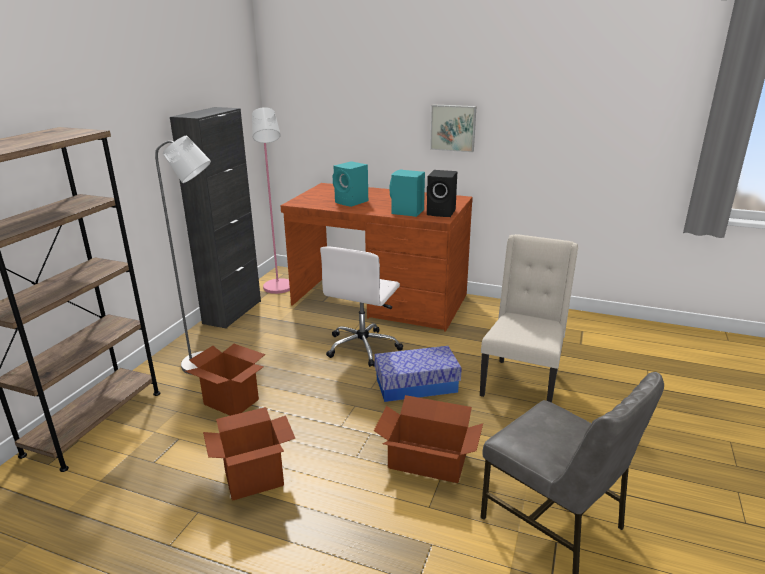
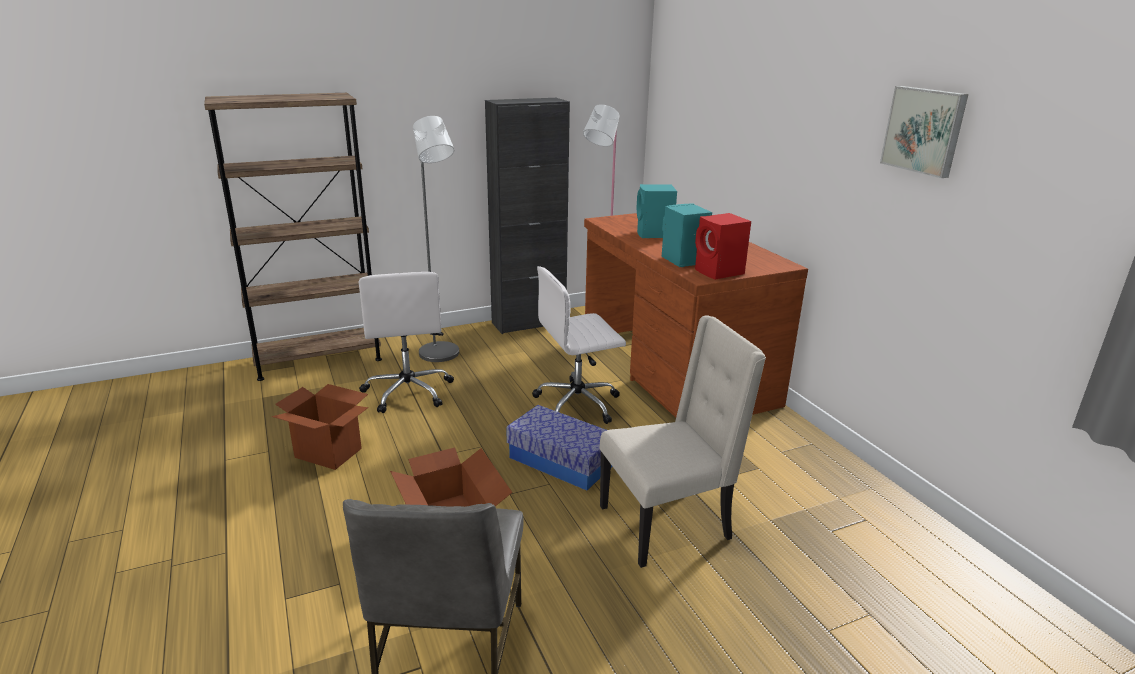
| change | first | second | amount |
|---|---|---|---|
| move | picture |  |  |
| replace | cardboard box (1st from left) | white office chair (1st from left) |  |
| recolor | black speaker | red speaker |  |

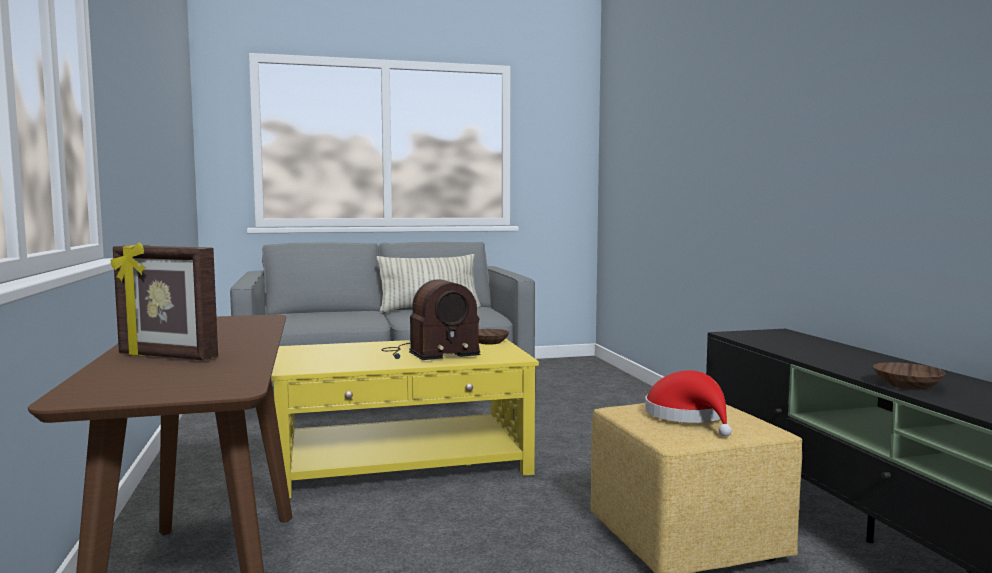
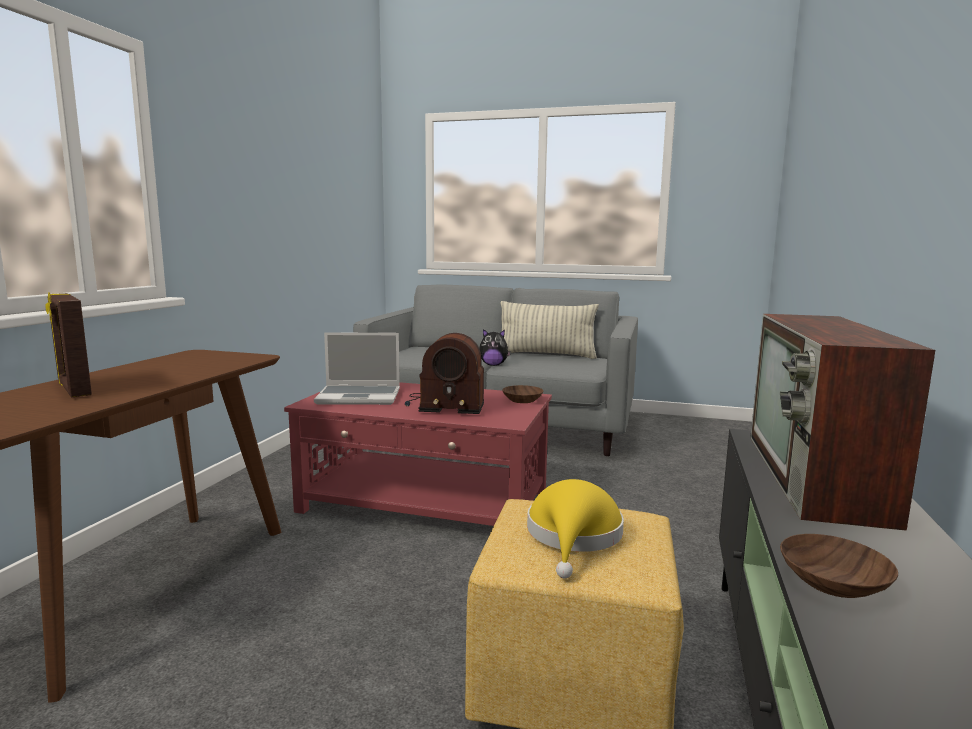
| change | first | second | amount |
|---|---|---|---|
| insert |  | laptop |  |
| insert |  | plush toy |  |
| insert |  | television |  |
| recolor | yellow coffee table | red coffee table |  |
| recolor | red hat | yellow hat |  |

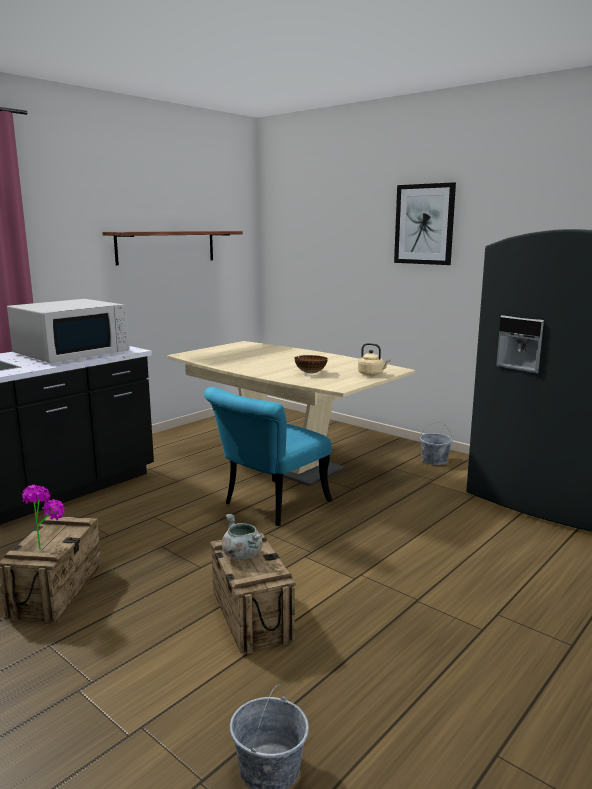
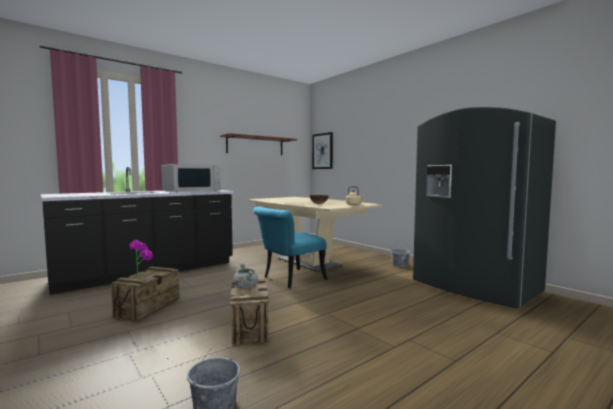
| change | first | second | amount |
|---|---|---|---|
| move | picture |  |  |

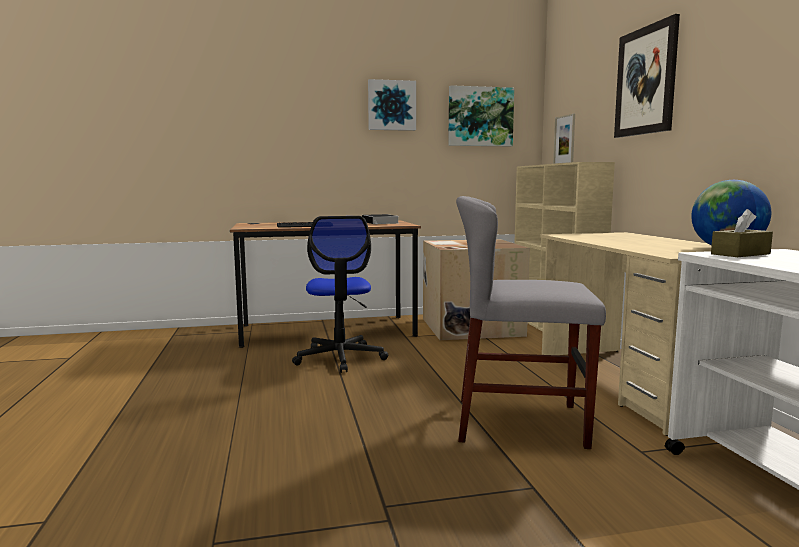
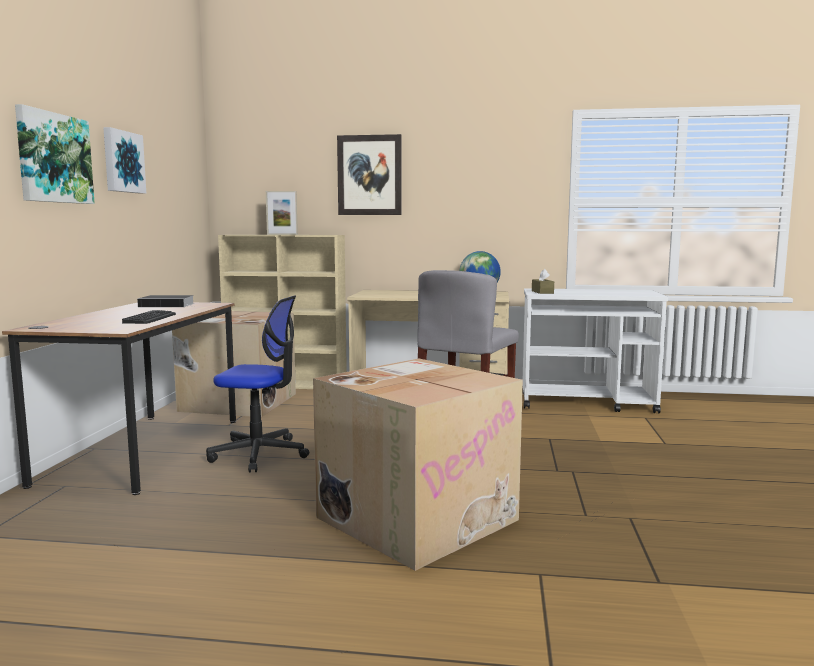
| change | first | second | amount |
|---|---|---|---|
| insert |  | cardboard box (2nd from left) |  |
| move | picture (2nd from left in the first image) | picture (1st from left) |  |

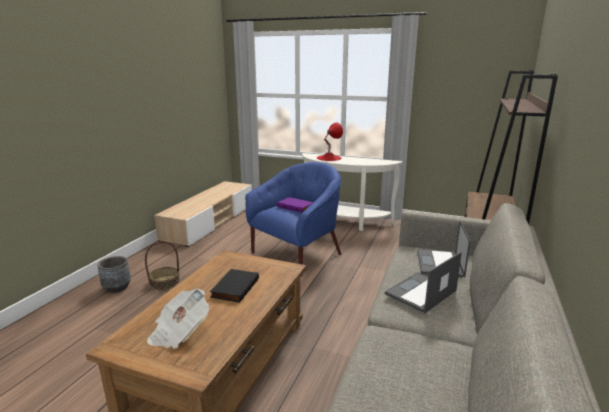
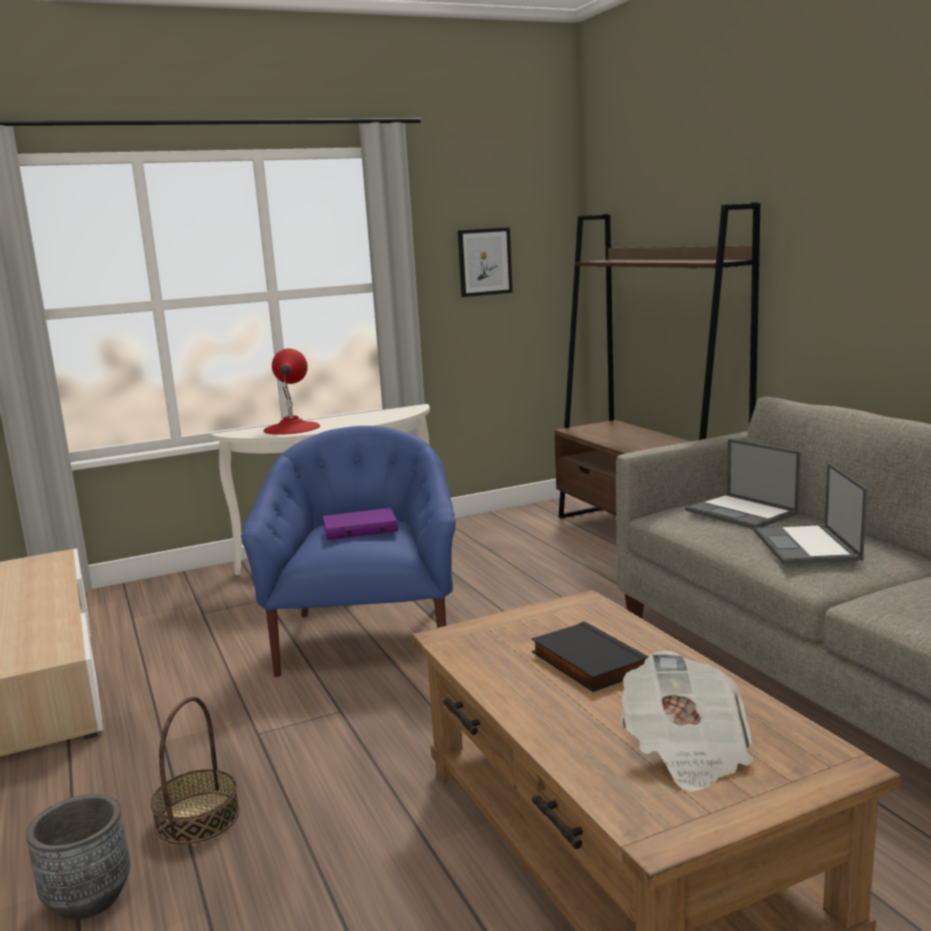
| change | first | second | amount |
|---|---|---|---|
| insert |  | picture |  |

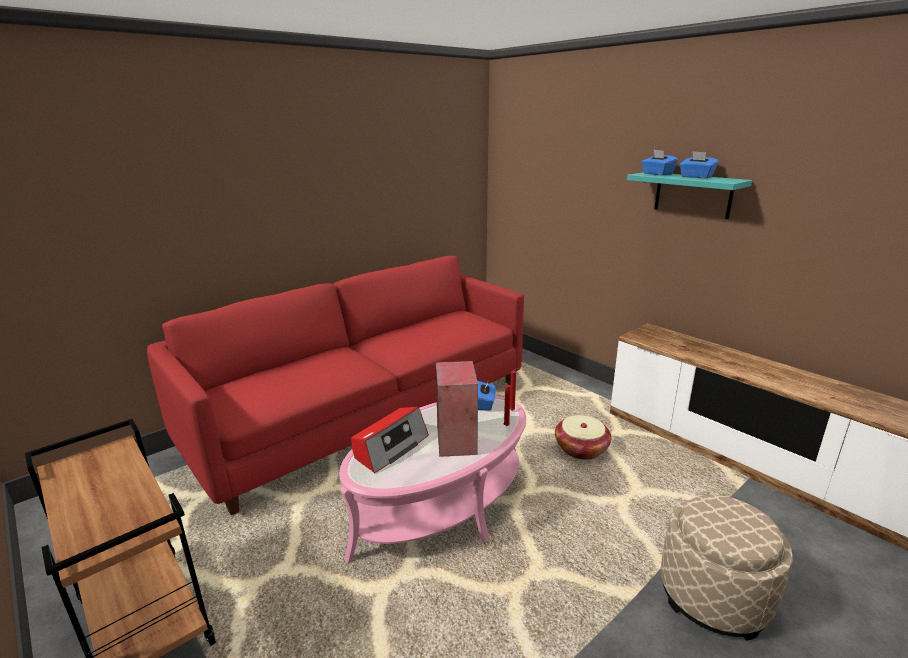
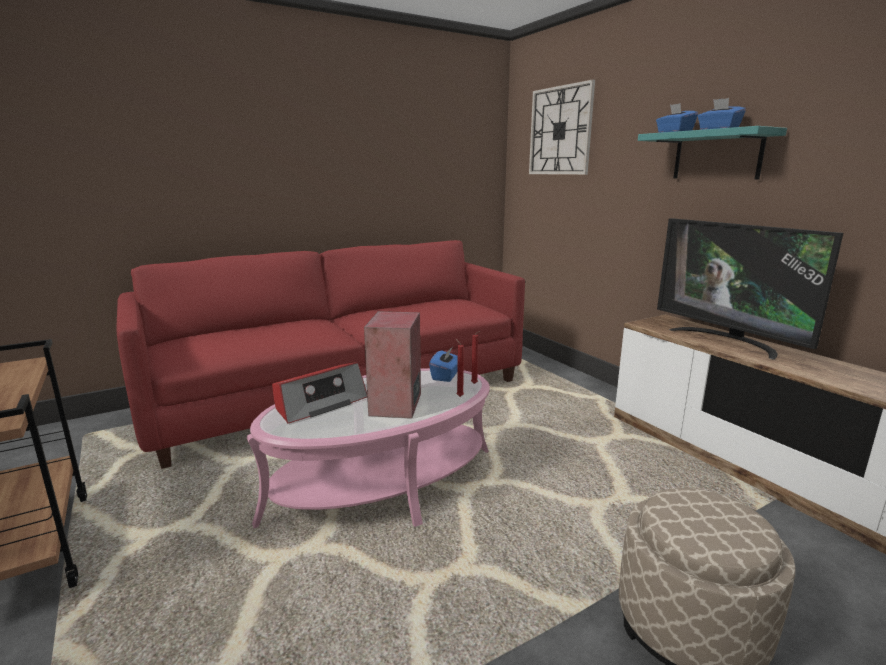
| change | first | second | amount |
|---|---|---|---|
| delete | basket |  |  |
| insert |  | wall clock |  |
| insert |  | television |  |

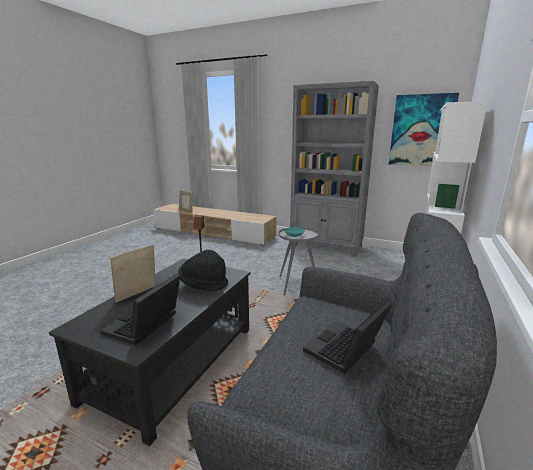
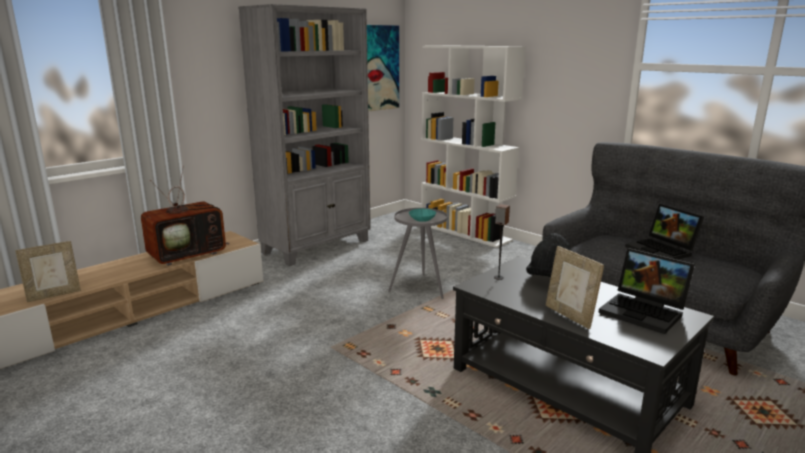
| change | first | second | amount |
|---|---|---|---|
| insert |  | television |  |

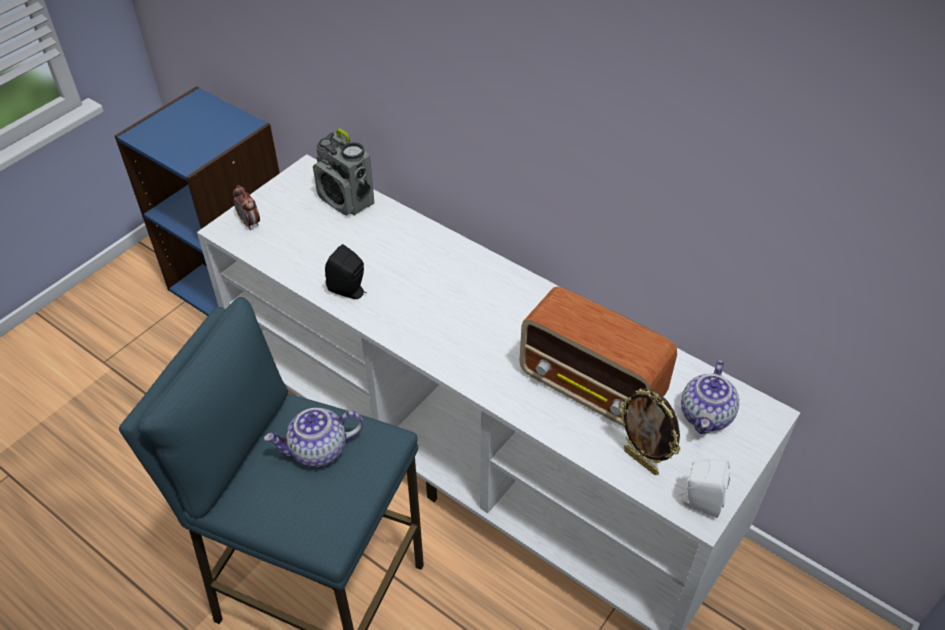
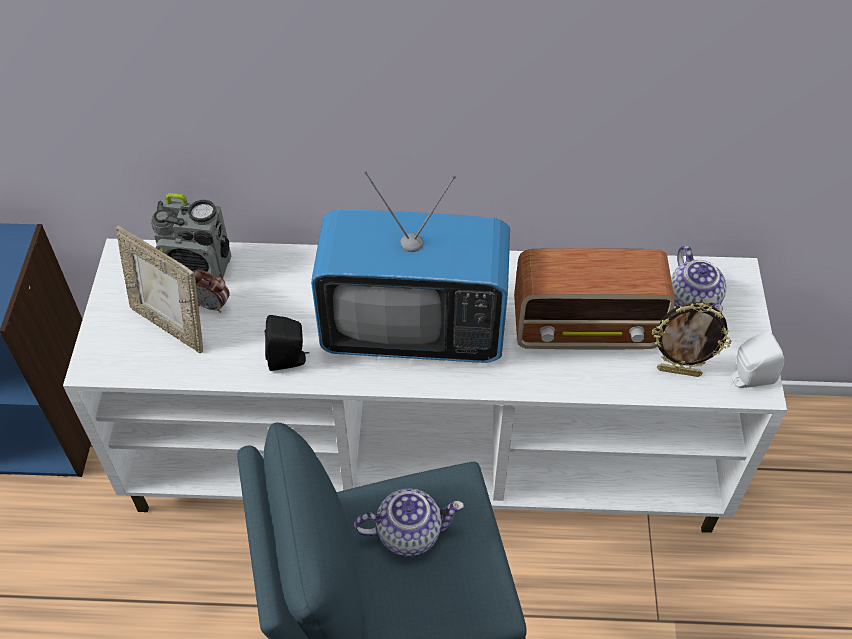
| change | first | second | amount |
|---|---|---|---|
| insert |  | picture frame (1st from left) |  |
| insert |  | television |  |
| move | alarm clock |  |  |
| rotate | teapot (1st from left) |  | 135 degrees counterclockwise |

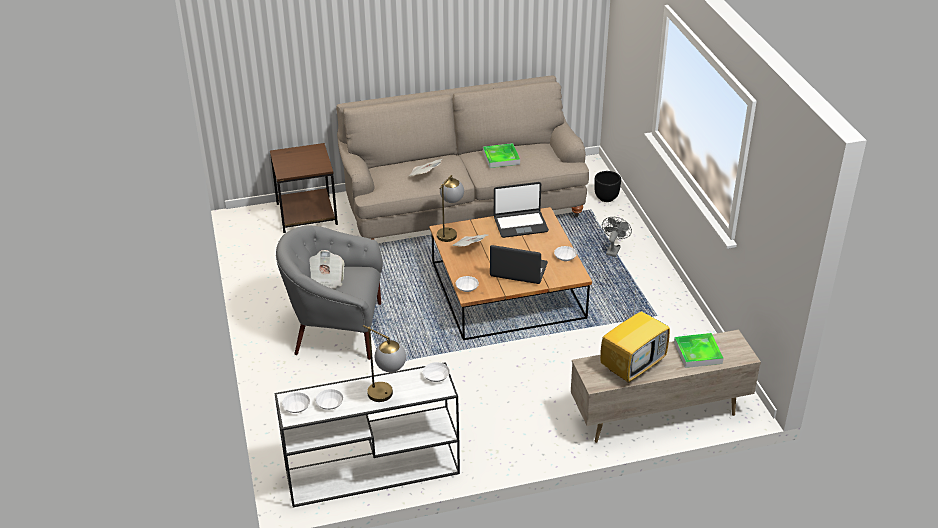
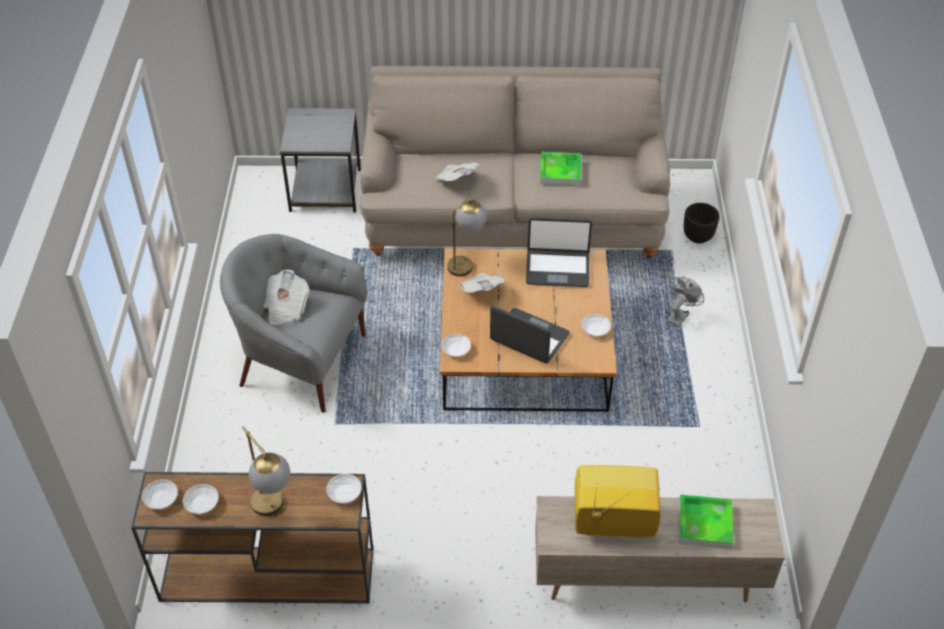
| change | first | second | amount |
|---|---|---|---|
| recolor | brown side table | grey side table |  |
| recolor | white console table | brown console table |  |
| rotate | television |  | 150 degrees counterclockwise |

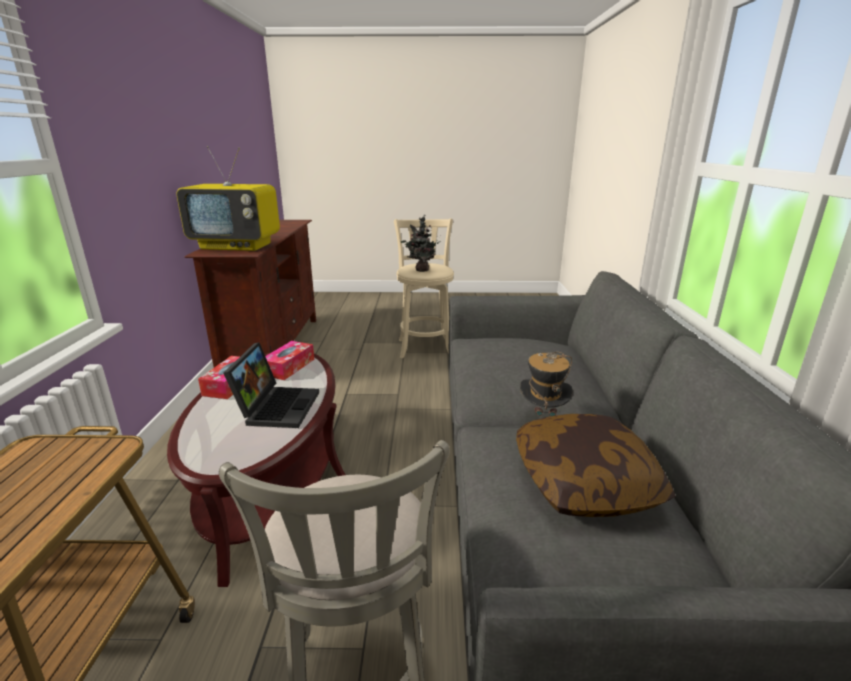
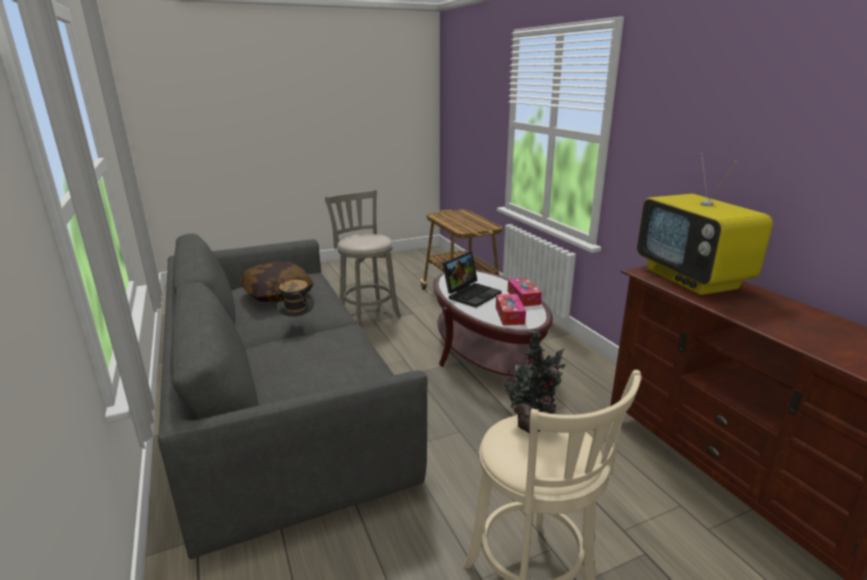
| change | first | second | amount |
|---|---|---|---|
| rotate | television |  | 90 degrees counterclockwise |
| rotate | laptop |  | 120 degrees counterclockwise |

